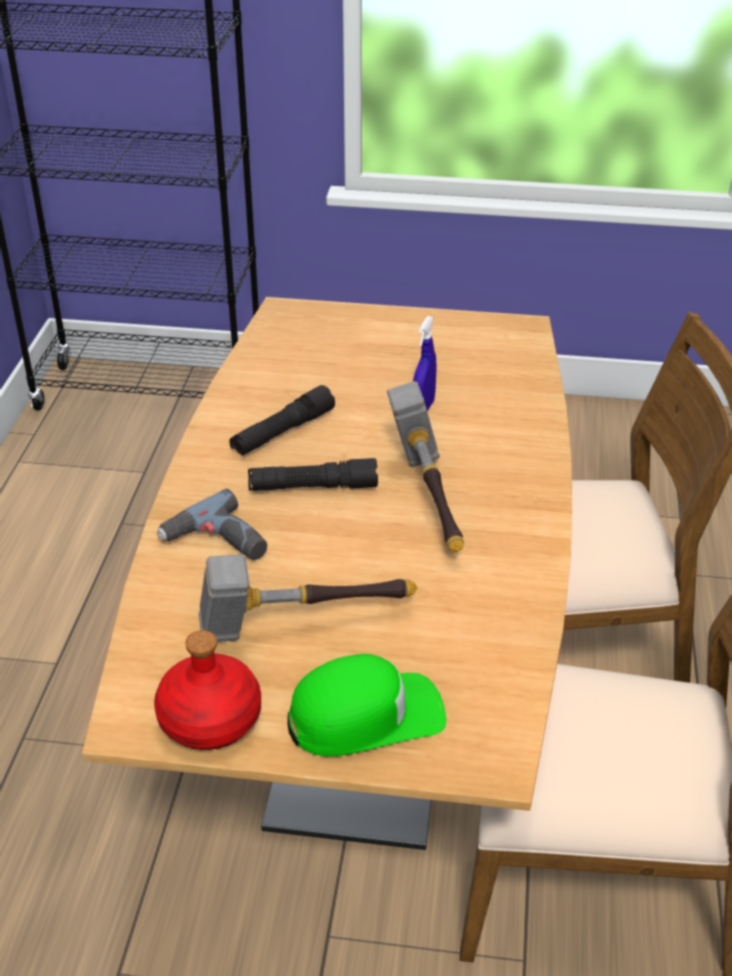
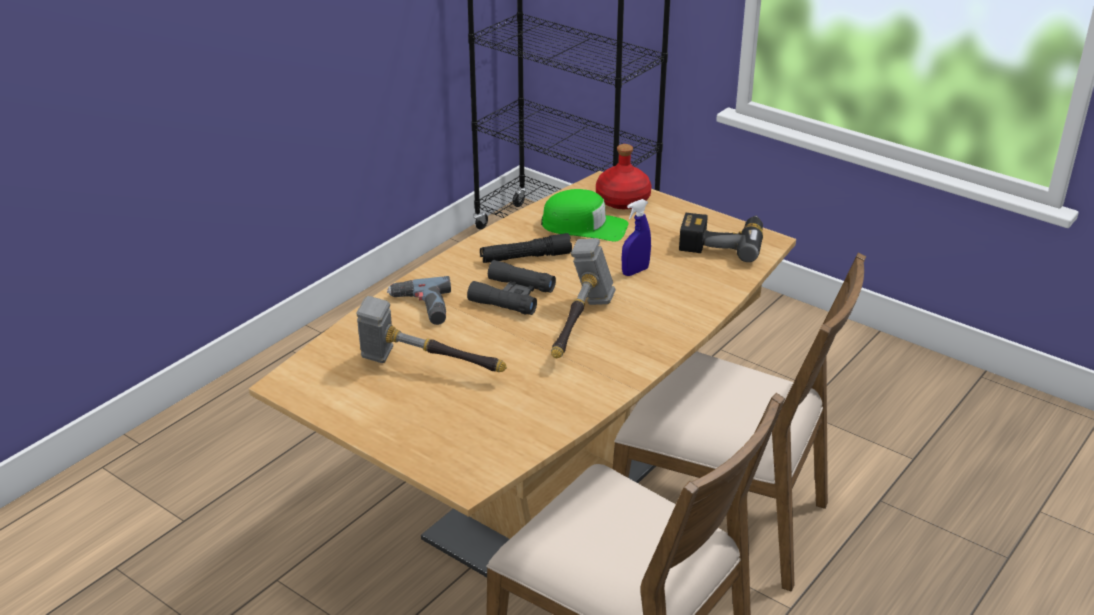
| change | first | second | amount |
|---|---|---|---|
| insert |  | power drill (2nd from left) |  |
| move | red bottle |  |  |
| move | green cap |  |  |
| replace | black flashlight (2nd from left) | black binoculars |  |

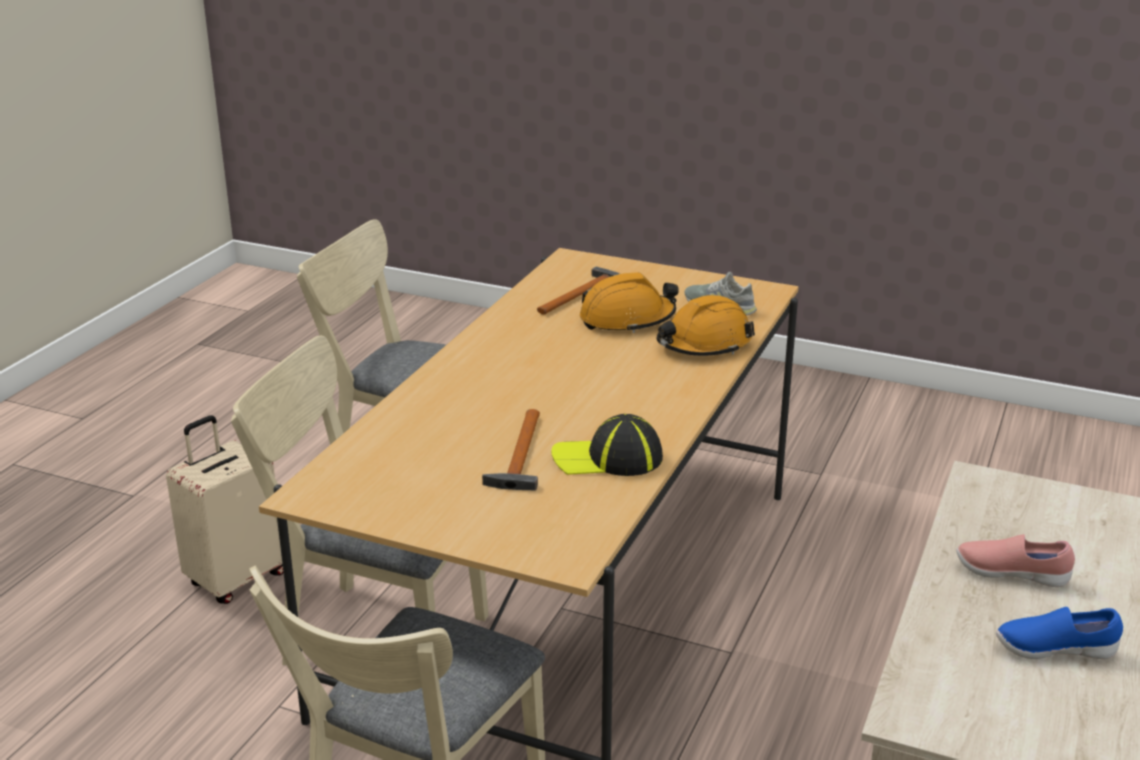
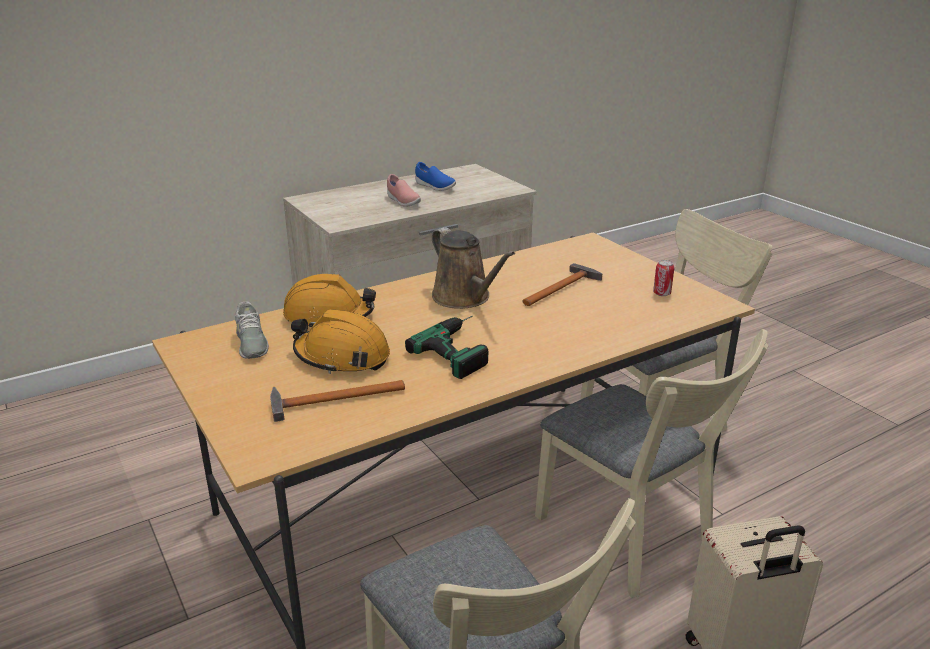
| change | first | second | amount |
|---|---|---|---|
| delete | cap |  |  |
| insert |  | power drill |  |
| insert |  | brown watering can |  |
| insert |  | can |  |

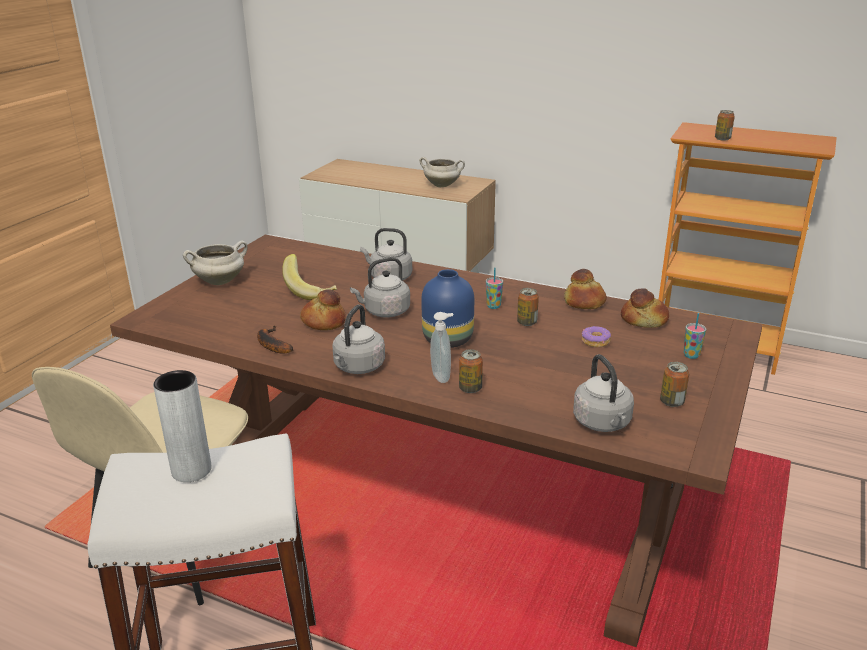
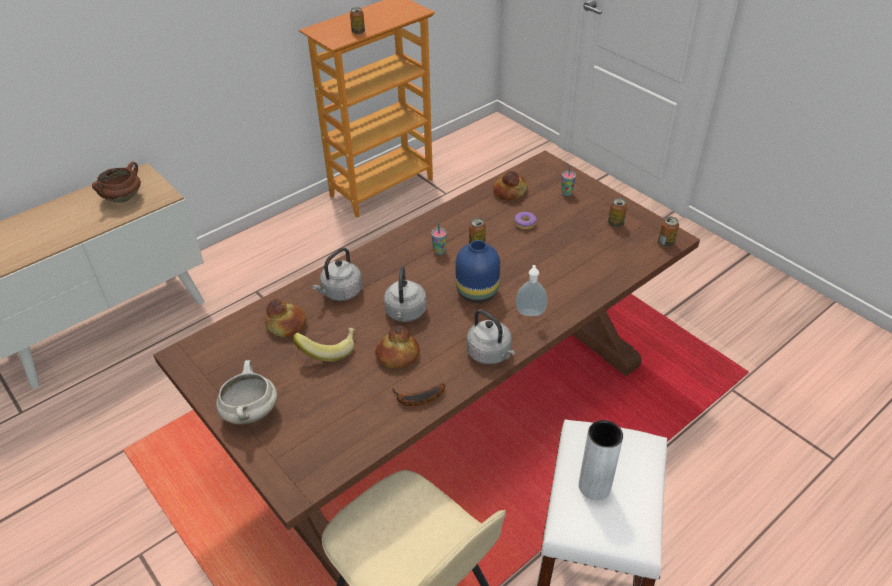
| change | first | second | amount |
|---|---|---|---|
| delete | grey kettle (4th from left) |  |  |
| move | can (1st from left in the first image) | can (4th from left) |  |
| move | bread (2nd from left in the first image) | bread (1st from left) |  |
| recolor | white cooking pot (2nd from left) | brown cooking pot |  |

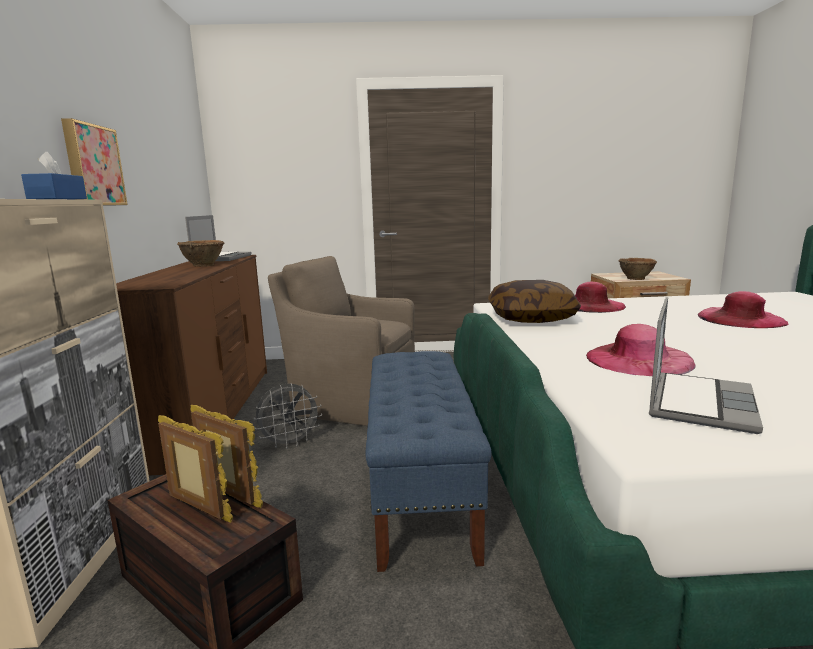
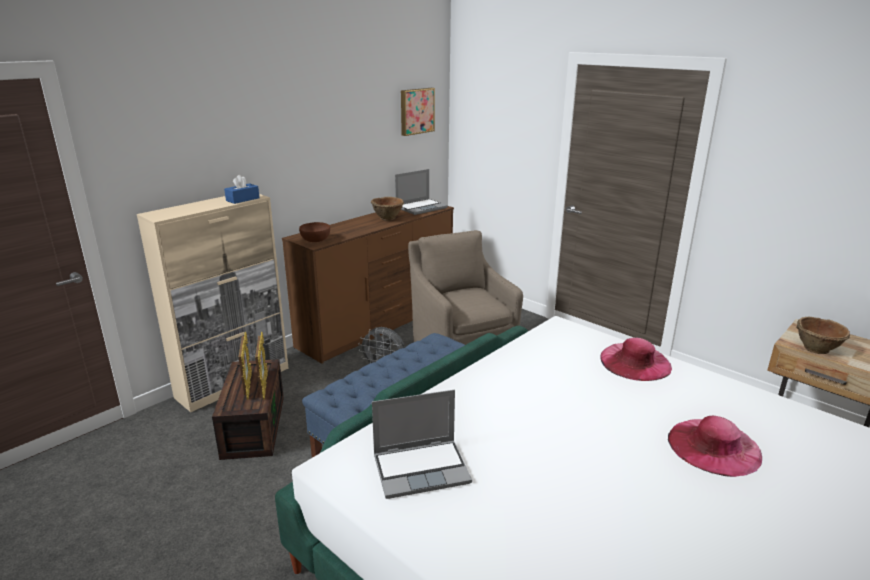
| change | first | second | amount |
|---|---|---|---|
| delete | pillow |  |  |
| delete | pink hat (2nd from left) |  |  |
| insert |  | brown bowl (1st from left) |  |
| move | picture |  |  |

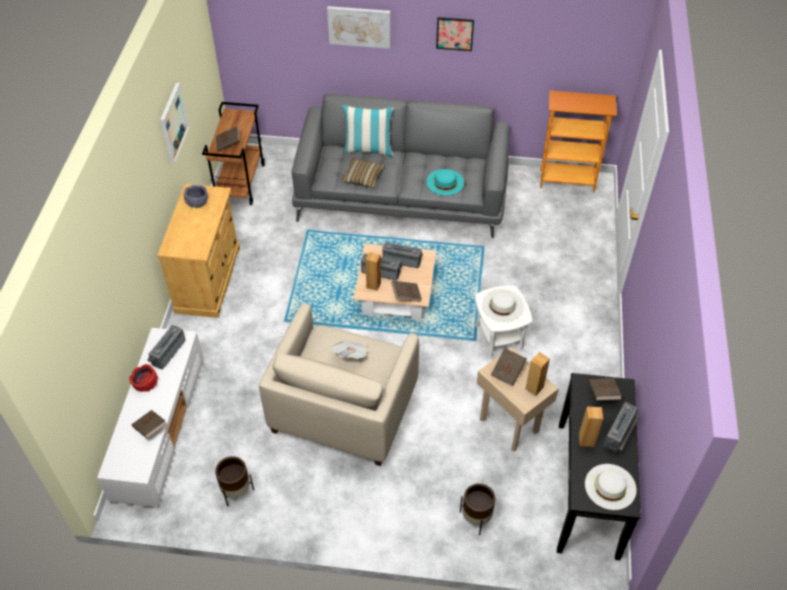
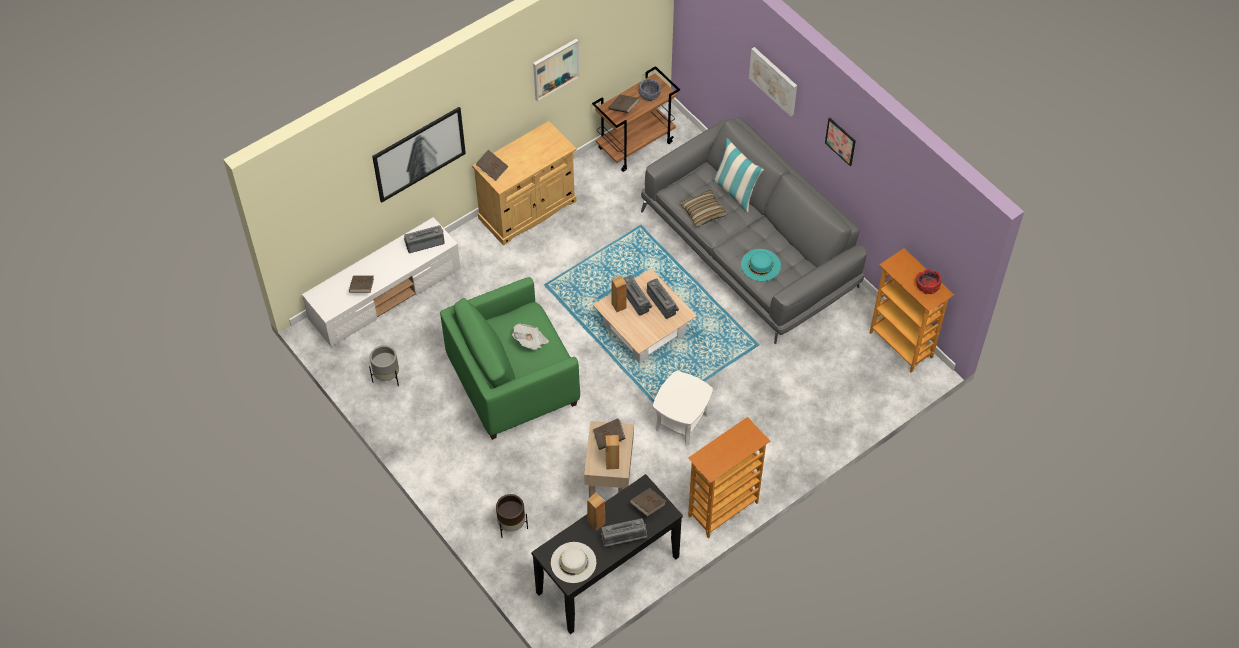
| change | first | second | amount |
|---|---|---|---|
| delete | white hat (1st from left) |  |  |
| insert |  | picture (1st from left) |  |
| insert |  | bookcase (1st from left) |  |
| move | red bowl |  |  |
| move | grey bowl |  |  |
| move | brown book (3rd from left in the first image) | brown book (2nd from left) |  |
| recolor | brown planter (1st from left) | grey planter |  |
| recolor | beige armchair | green armchair |  |

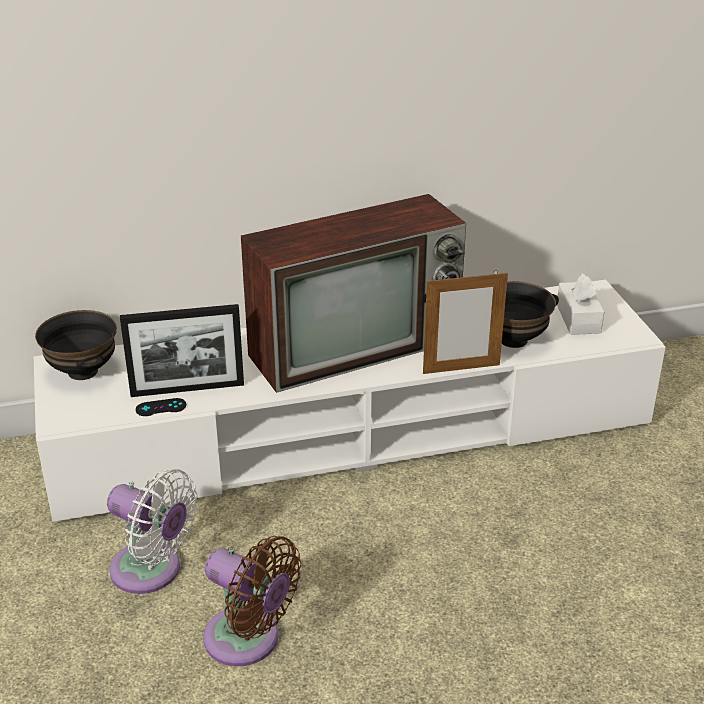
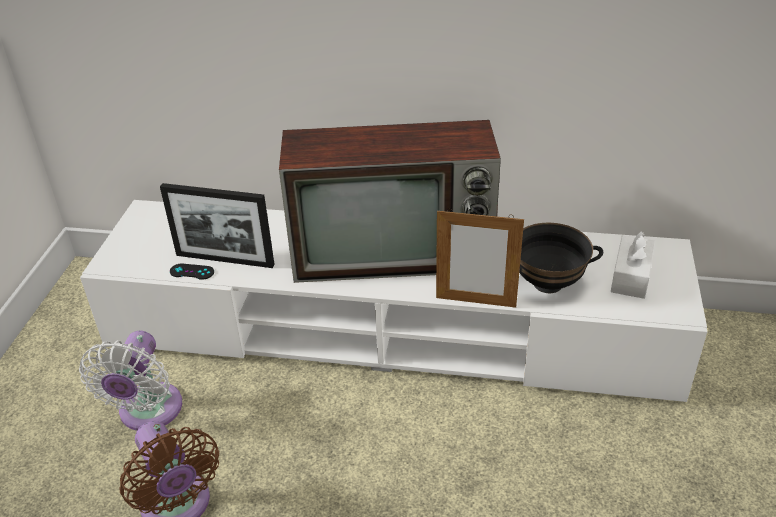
| change | first | second | amount |
|---|---|---|---|
| delete | black bowl (1st from left) |  |  |
| rotate | white fan |  | 45 degrees clockwise |

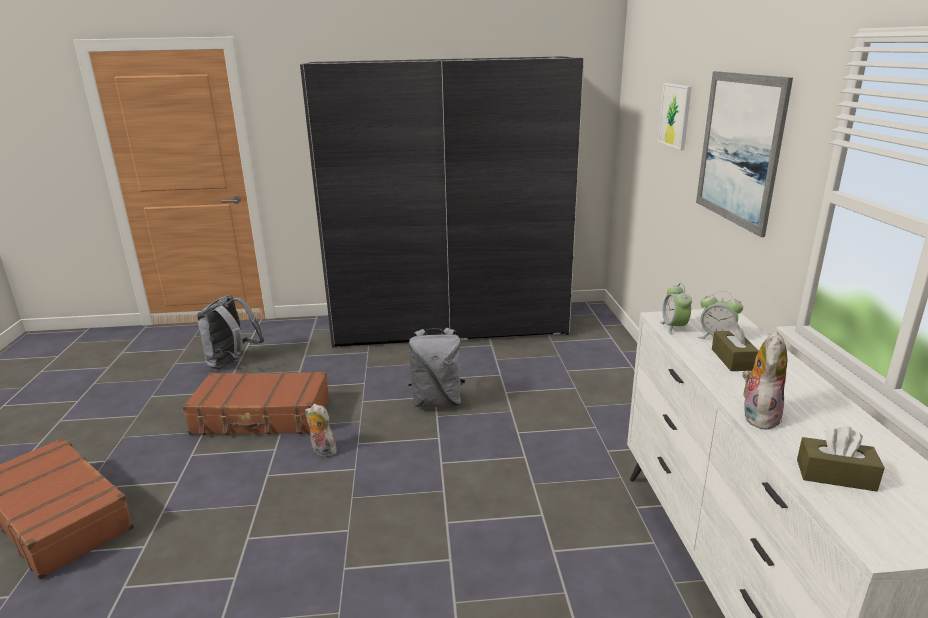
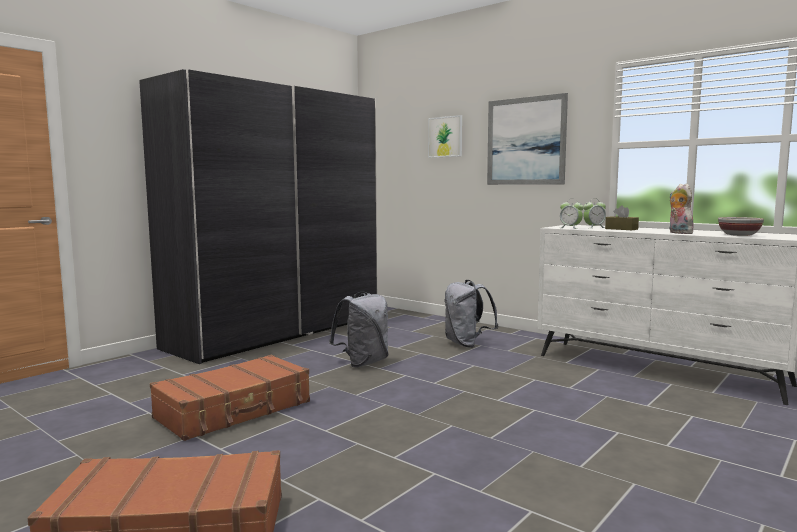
| change | first | second | amount |
|---|---|---|---|
| delete | plush toy (1st from left) |  |  |
| move | grey backpack (1st from left in the first image) | grey backpack (2nd from left) |  |
| replace | brown tissue box (2nd from left) | bowl |  |

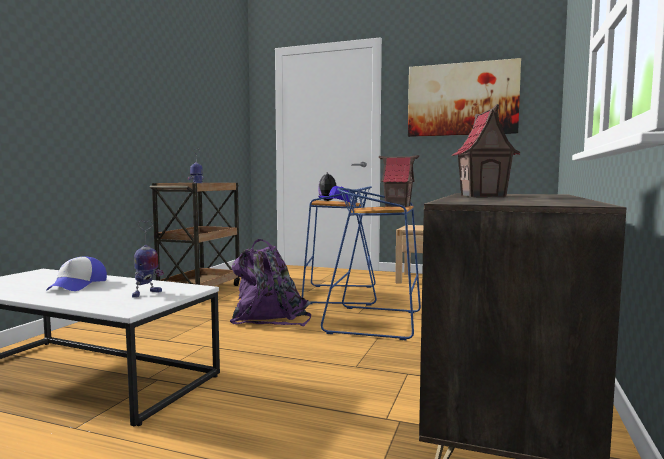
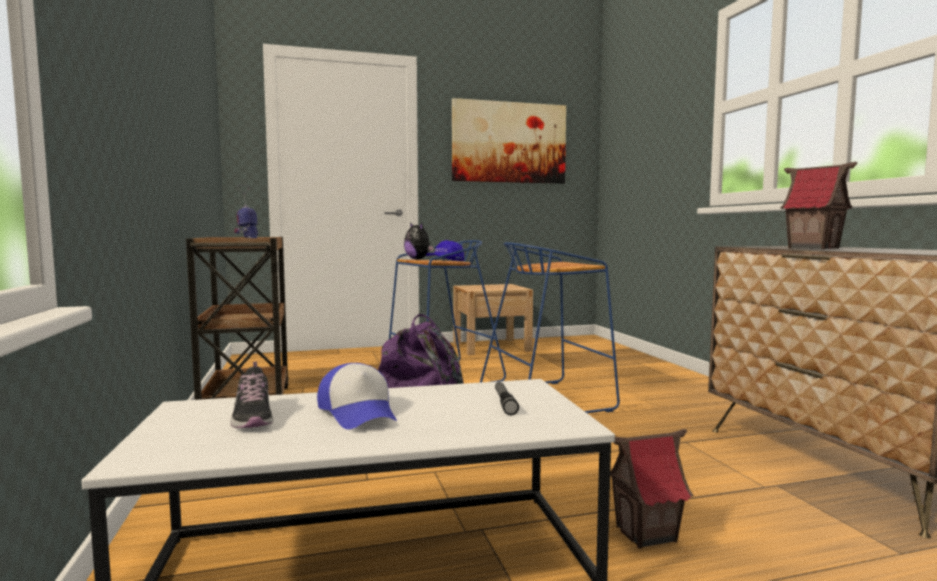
| change | first | second | amount |
|---|---|---|---|
| insert |  | shoe |  |
| move | toy house (1st from left) |  |  |
| replace | toy robot (1st from left) | flashlight |  |

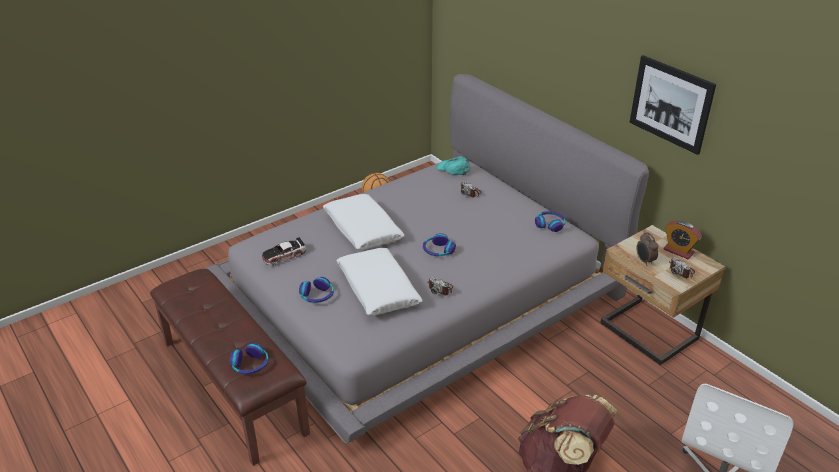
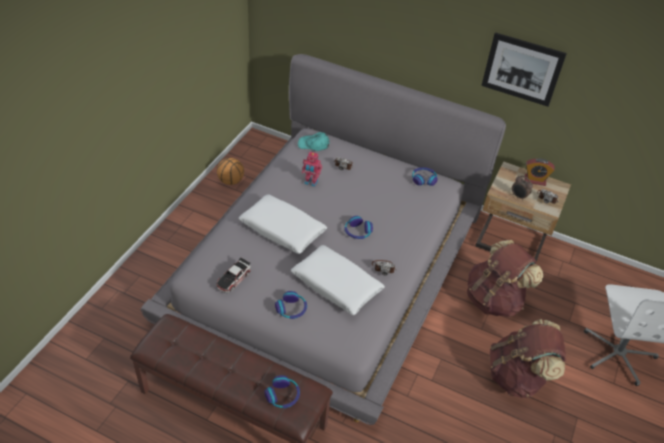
| change | first | second | amount |
|---|---|---|---|
| insert |  | toy robot |  |
| insert |  | brown backpack (1st from left) |  |

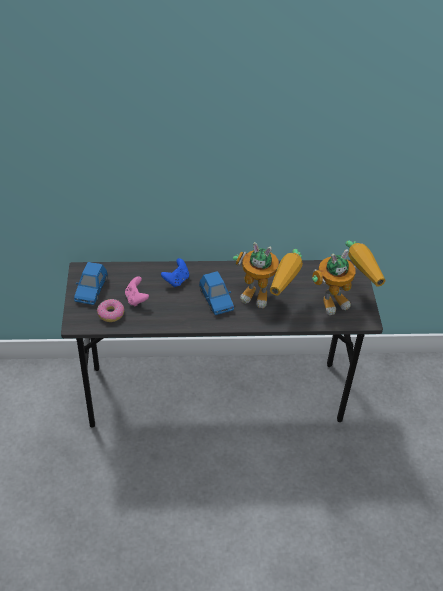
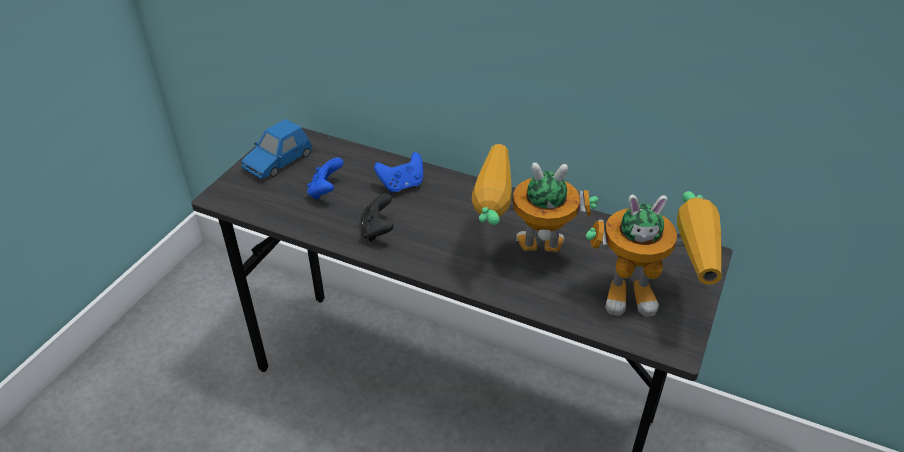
| change | first | second | amount |
|---|---|---|---|
| delete | donut |  |  |
| delete | blue toy car (2nd from left) |  |  |
| insert |  | black game controller |  |
| recolor | pink game controller | blue game controller (1st from left) |  |
| rotate | toy robot (1st from left) |  | 135 degrees clockwise |

